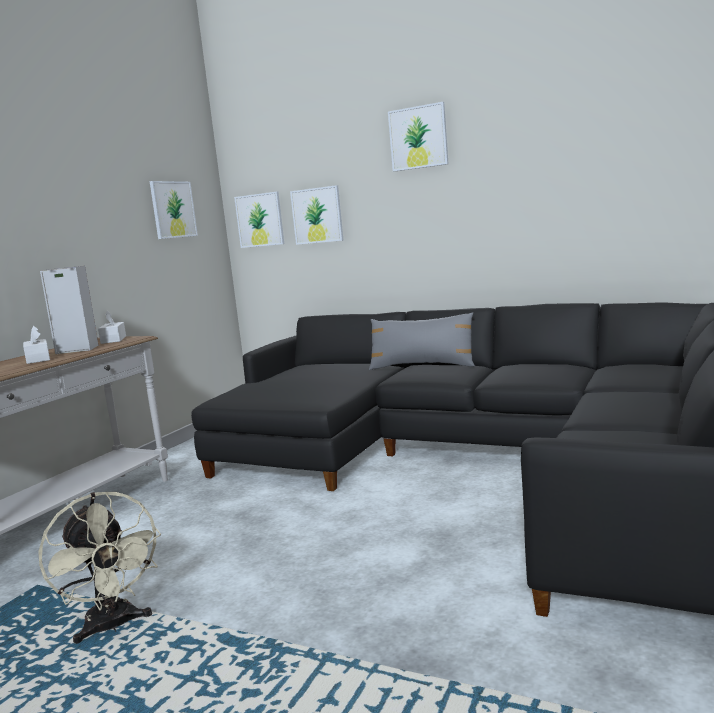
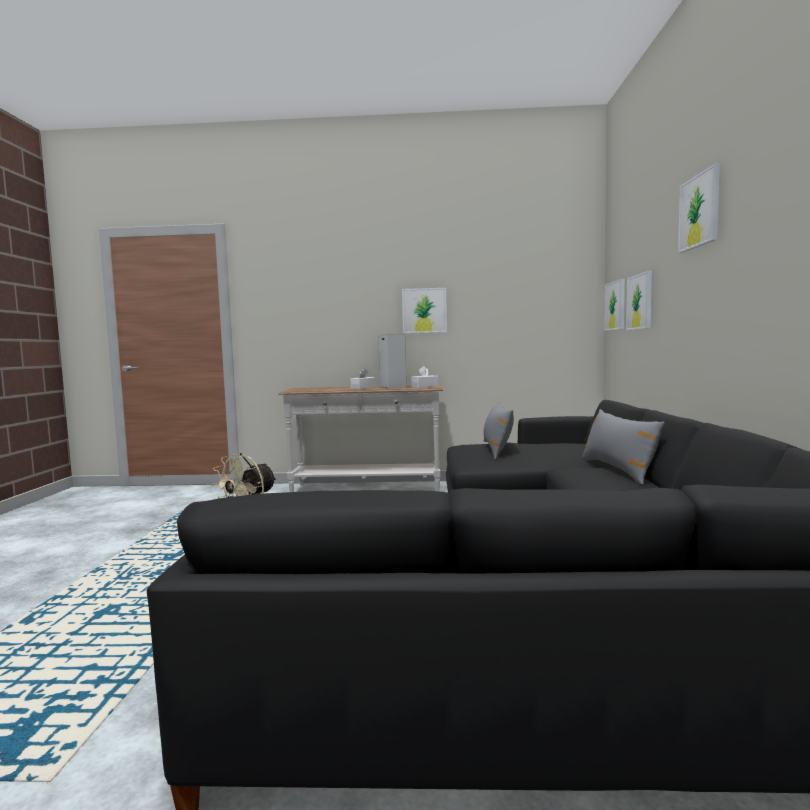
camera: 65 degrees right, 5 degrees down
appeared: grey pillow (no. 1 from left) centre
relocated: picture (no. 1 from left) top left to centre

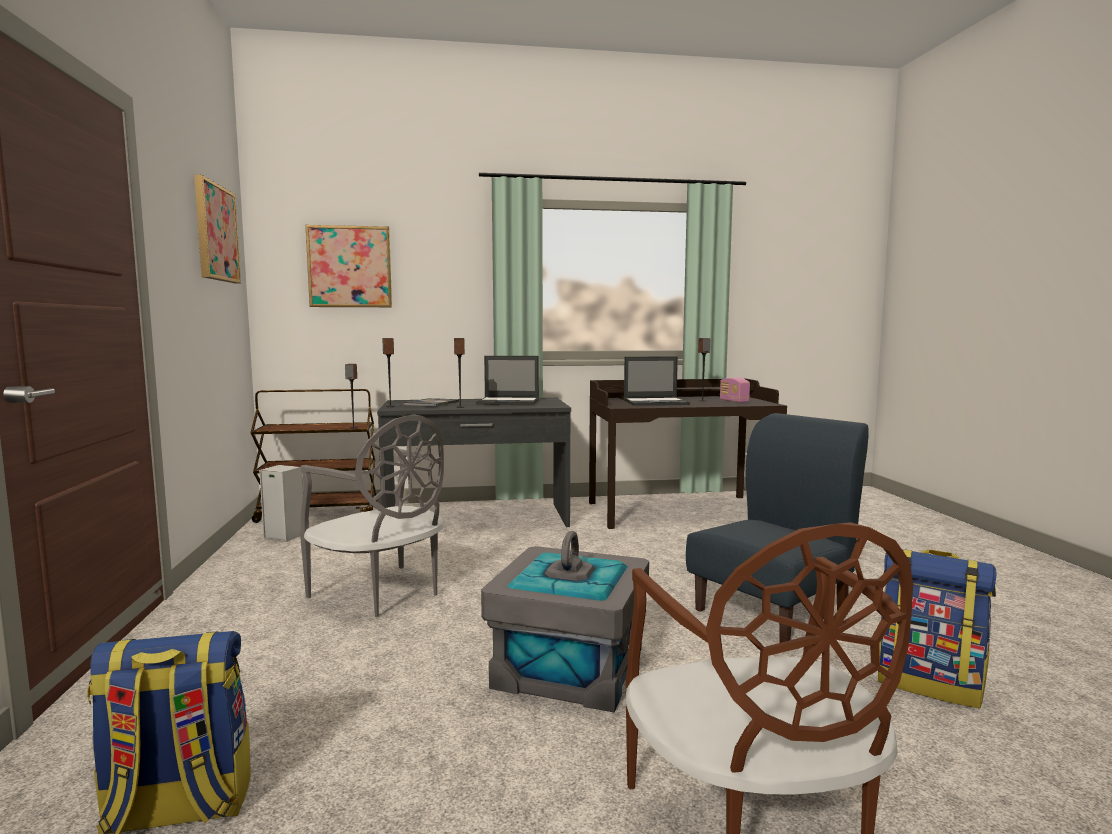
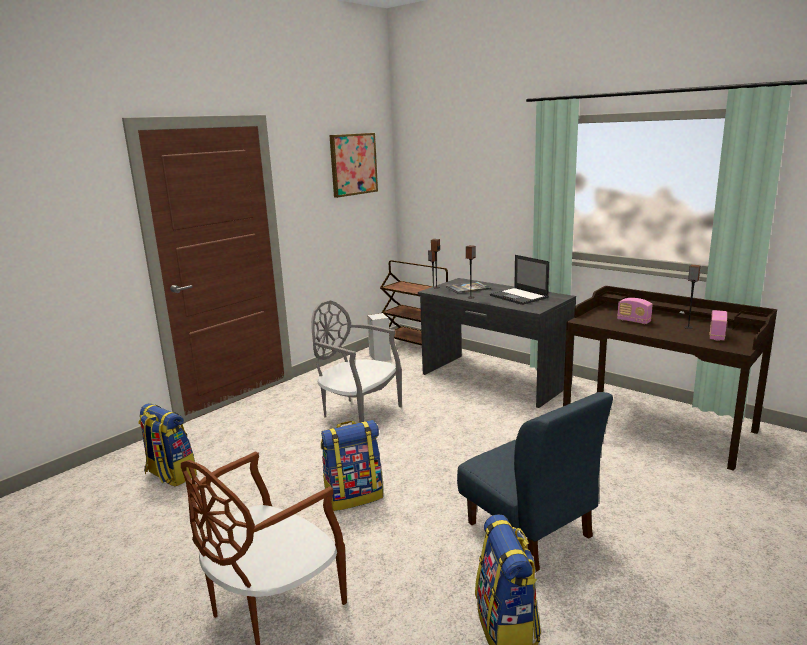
camera: 50 degrees right, 10 degrees up
missing: picture (no. 2 from left) top left
exchanged: laptop (no. 2 from left) centre to radio (no. 1 from left) middle right; grey storage box bottom centre to backpack (no. 2 from left) bottom centre
spun: blue chair middle right = bottom centre 45 degrees clockwise; grey chair centre = centre 120 degrees clockwise

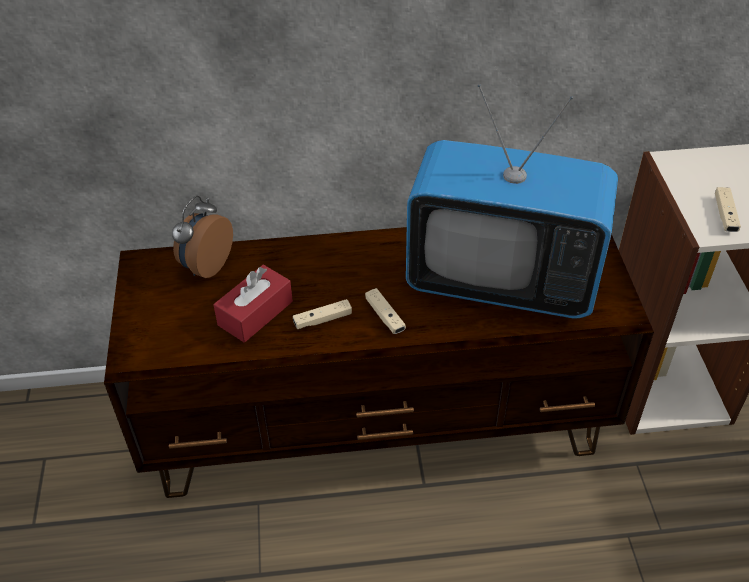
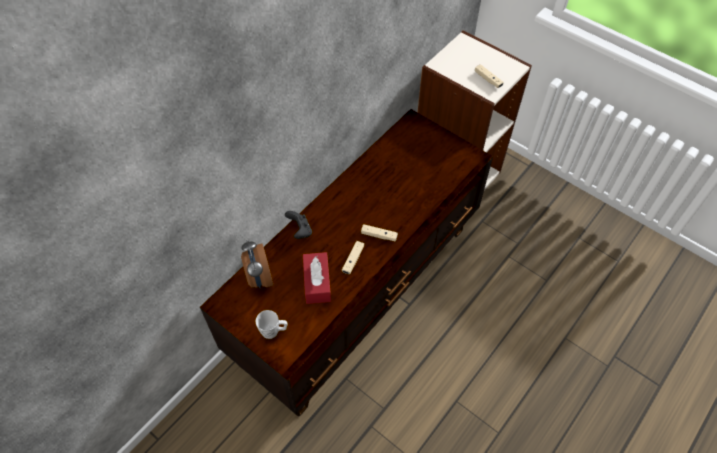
camera: 45 degrees left, 10 degrees up
missing: television middle right
appeared: black game controller centre; white mug bottom centre

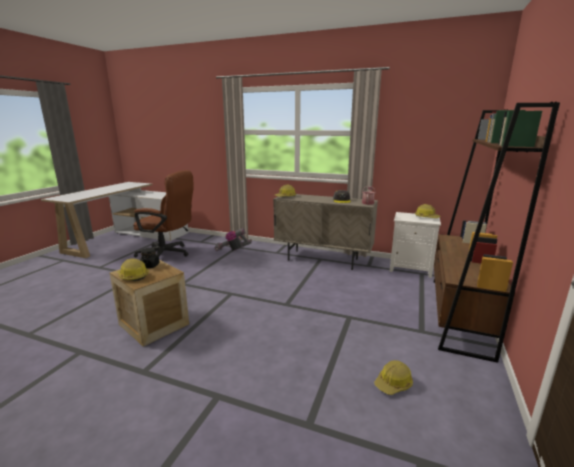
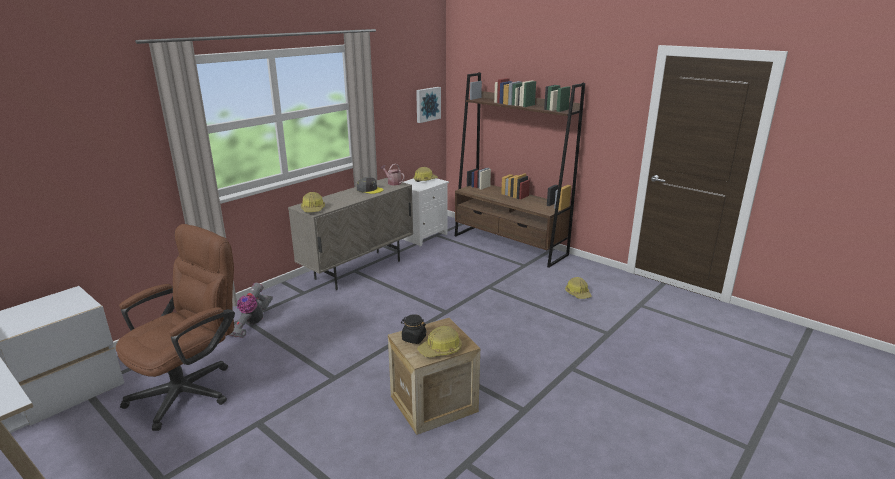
camera: 70 degrees left, 5 degrees up
appeared: picture top centre

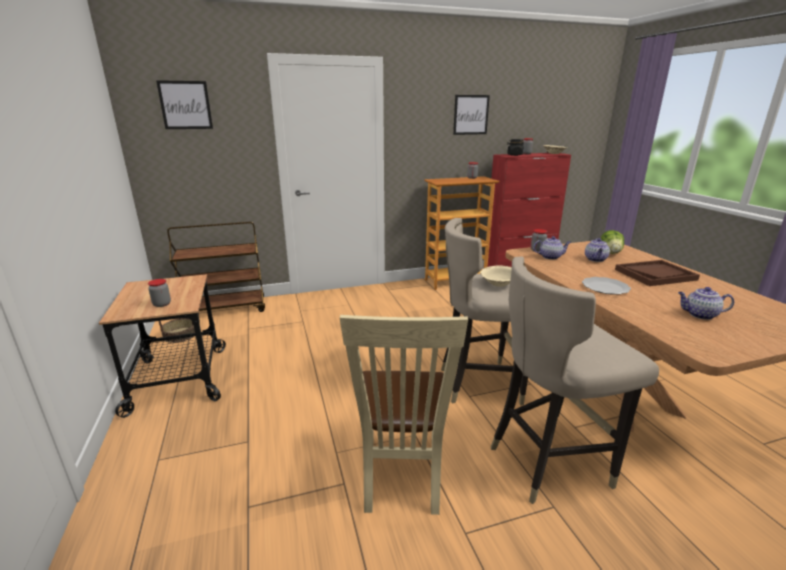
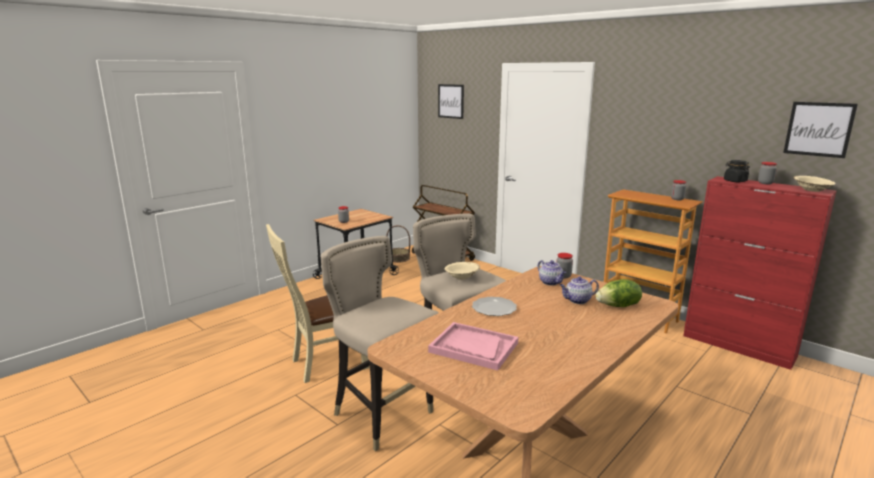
camera: 60 degrees right, 5 degrees down
missing: brown tray middle right
relocated: picture (no. 2 from left) top centre to top right
exchanged: teapot (no. 3 from left) middle right to pink tray bottom centre

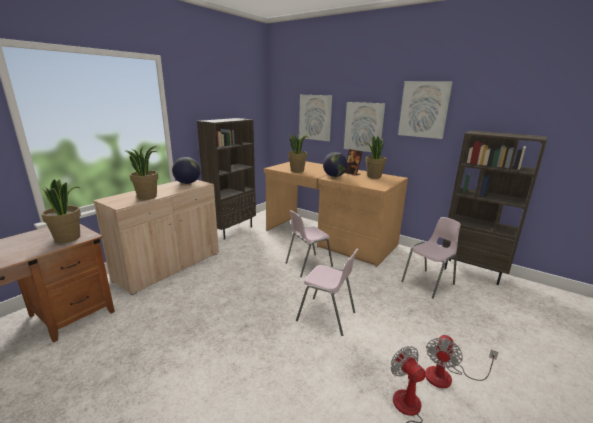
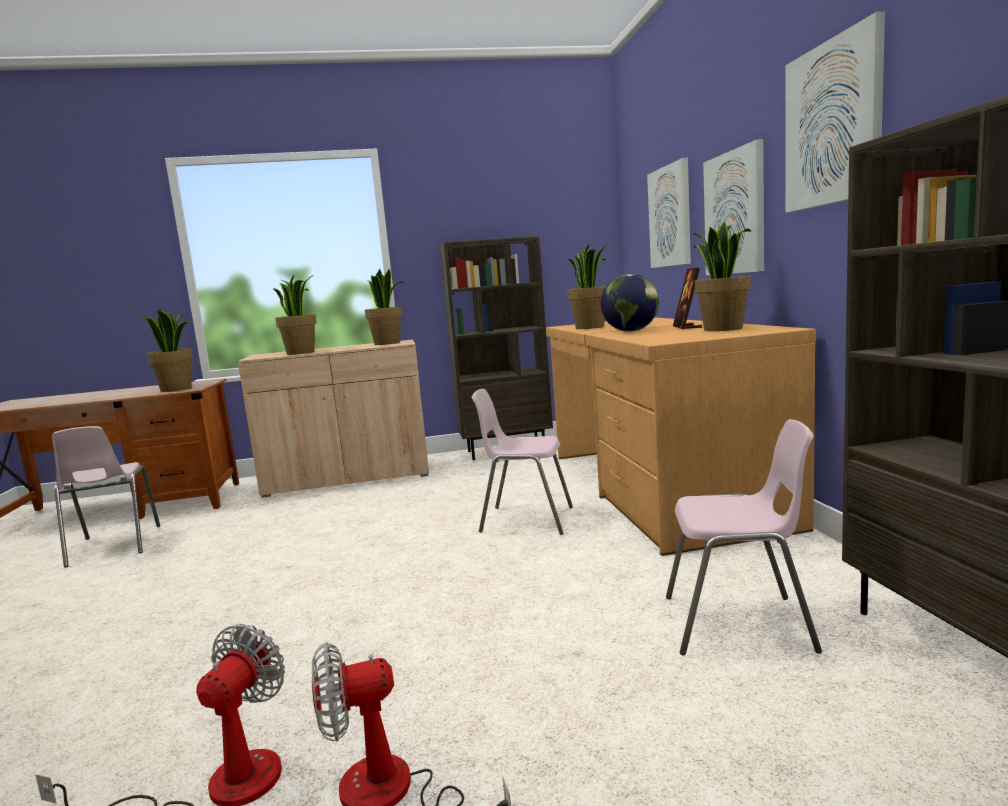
camera: 45 degrees right, 10 degrees down
relocated: pink chair (no. 2 from left in the first image) bottom centre to pink chair (no. 1 from left) middle left
exchanged: globe (no. 1 from left) middle left to potted plant (no. 3 from left) centre

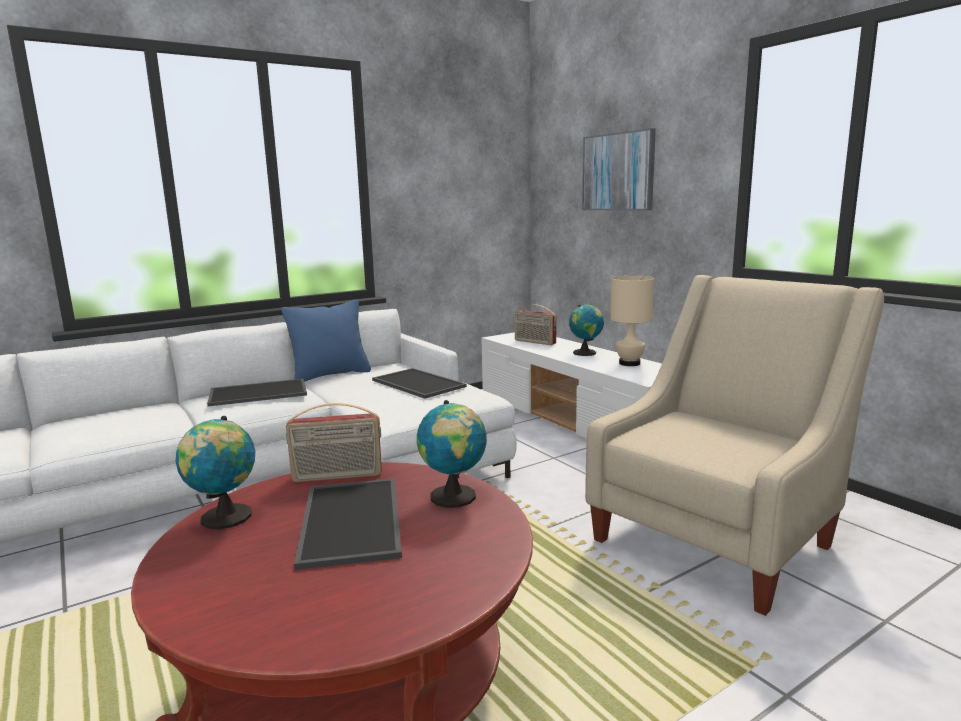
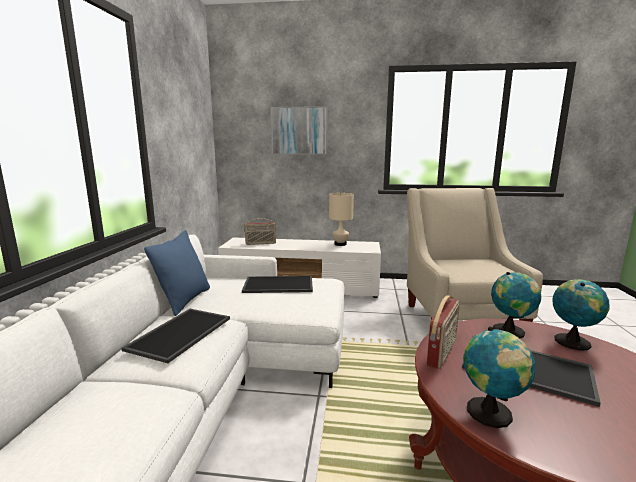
camera: 50 degrees left, 0 degrees up
relocated: globe (no. 3 from left) centre to middle right

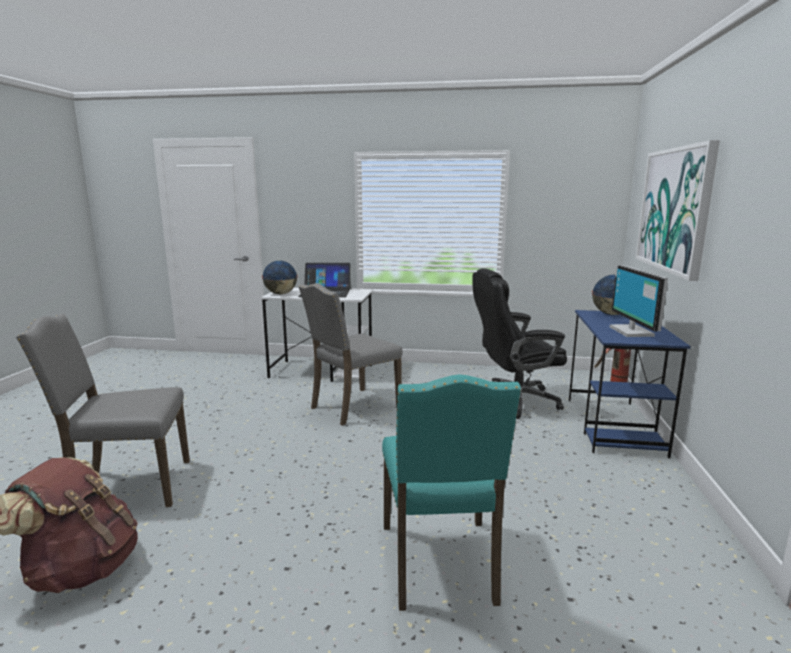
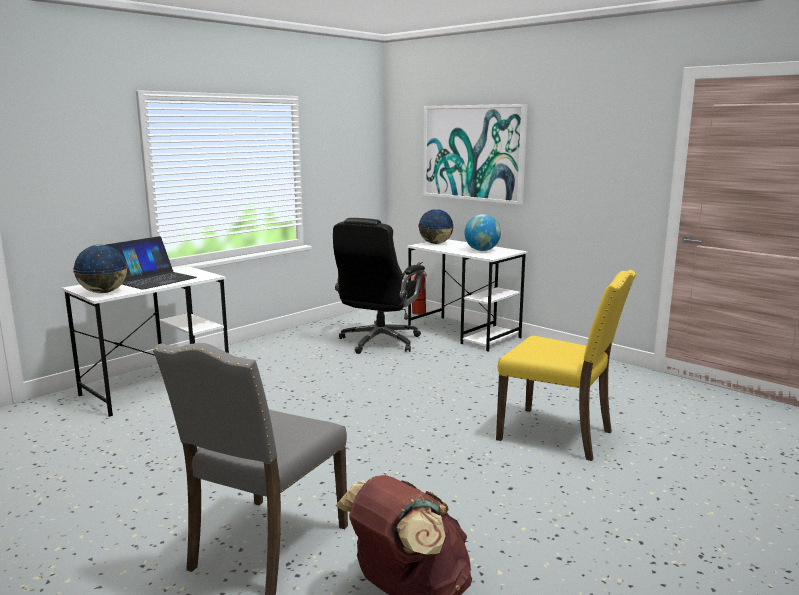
camera: 55 degrees left, 0 degrees up
missing: grey chair (no. 2 from left) centre
exchanged: monitor middle right to globe (no. 3 from left) centre
colour: blue desk middle right to white desk (no. 2 from left) centre; turquoise chair bottom centre to yellow chair middle right

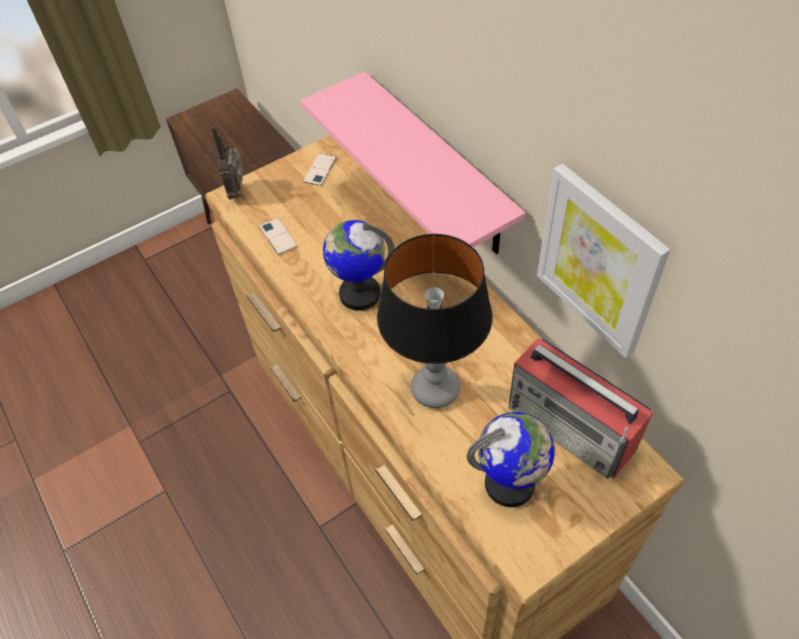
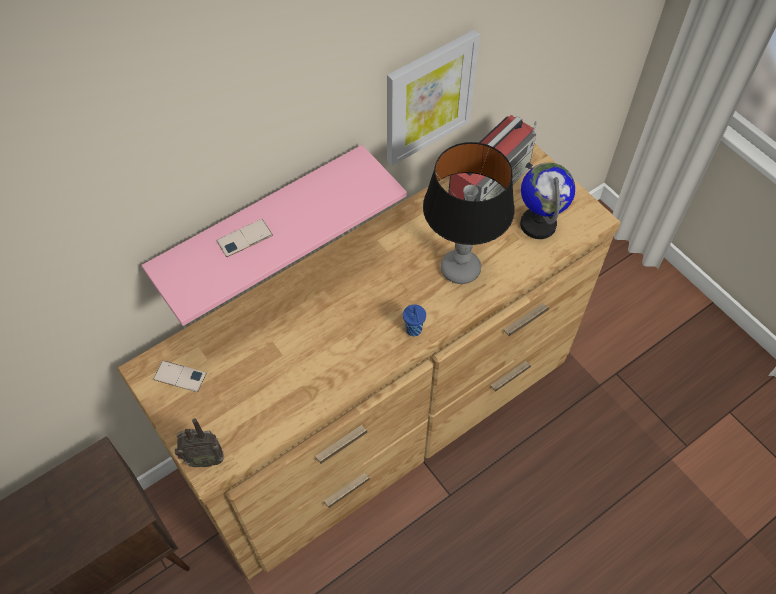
camera: 95 degrees left, 5 degrees up
missing: globe (no. 1 from left) centre
appeared: blue cup centre
relocated: phone (no. 1 from left in the first image) centre to phone (no. 2 from left) middle left

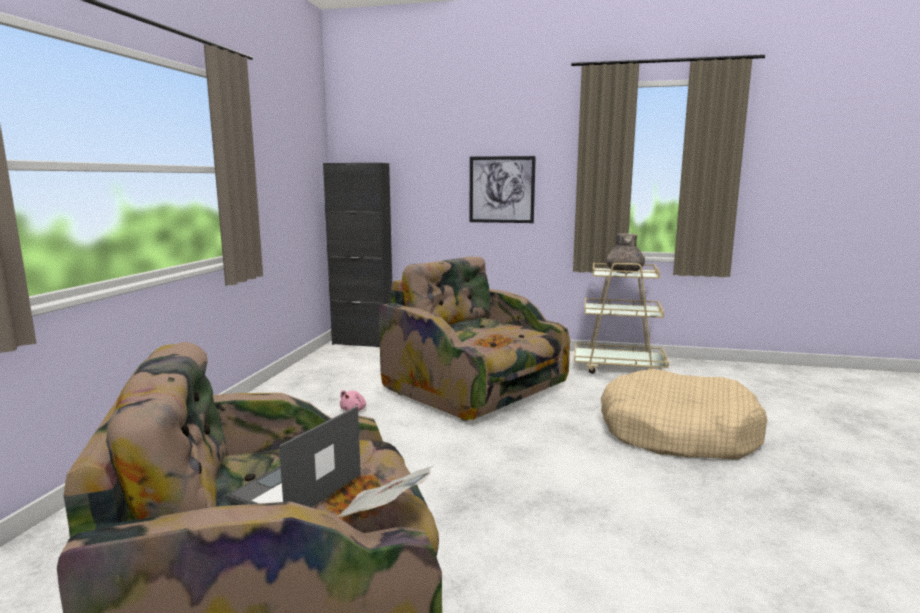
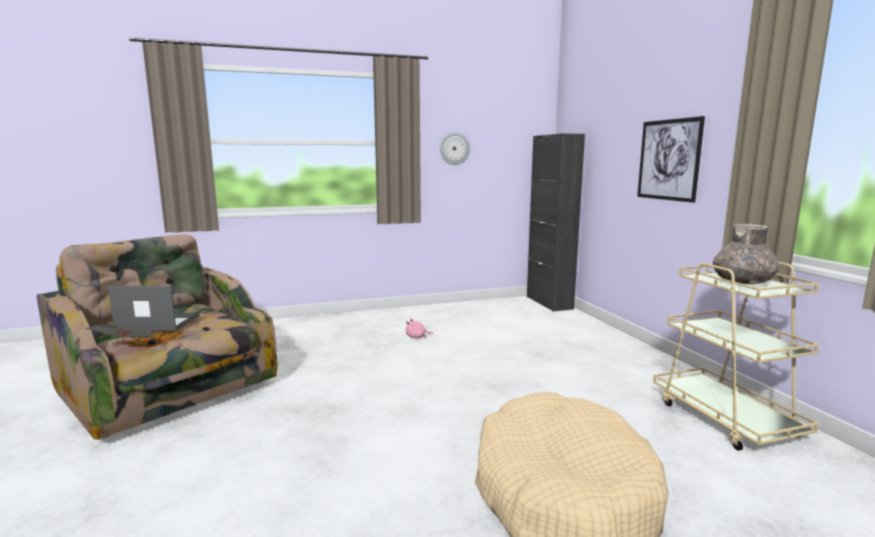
camera: 60 degrees right, 0 degrees up
missing: armchair (no. 2 from left) centre
appeared: wall clock top centre

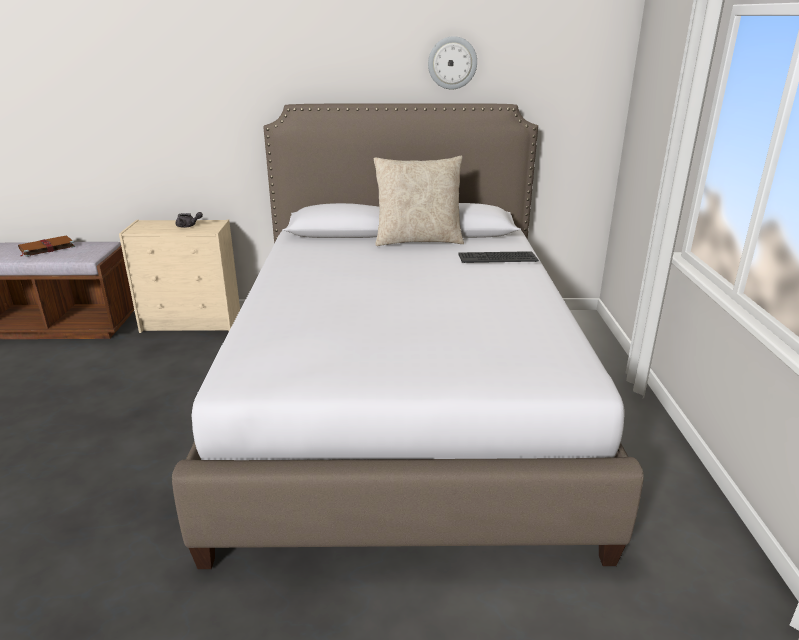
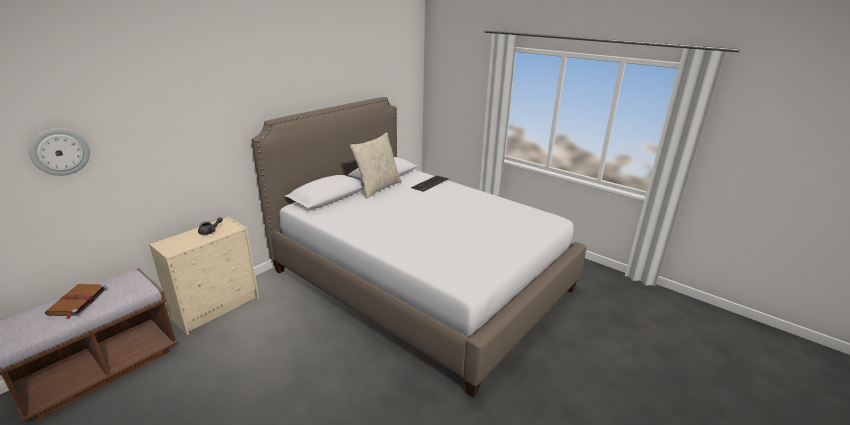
camera: 50 degrees left, 0 degrees up
relocated: wall clock top centre to middle left

